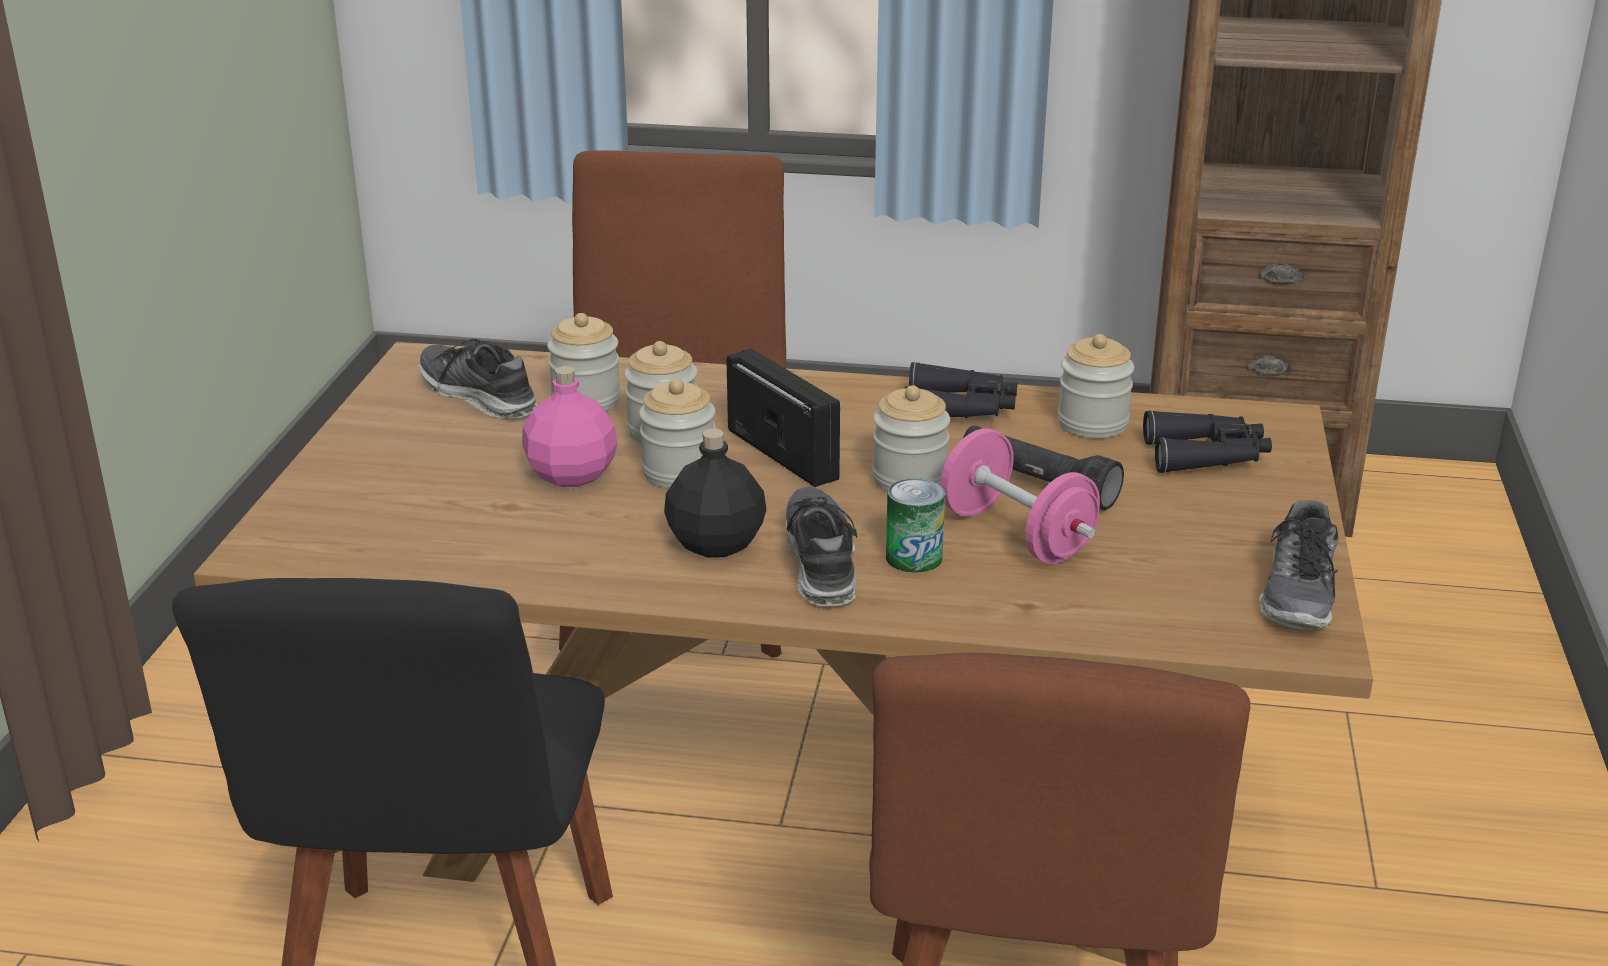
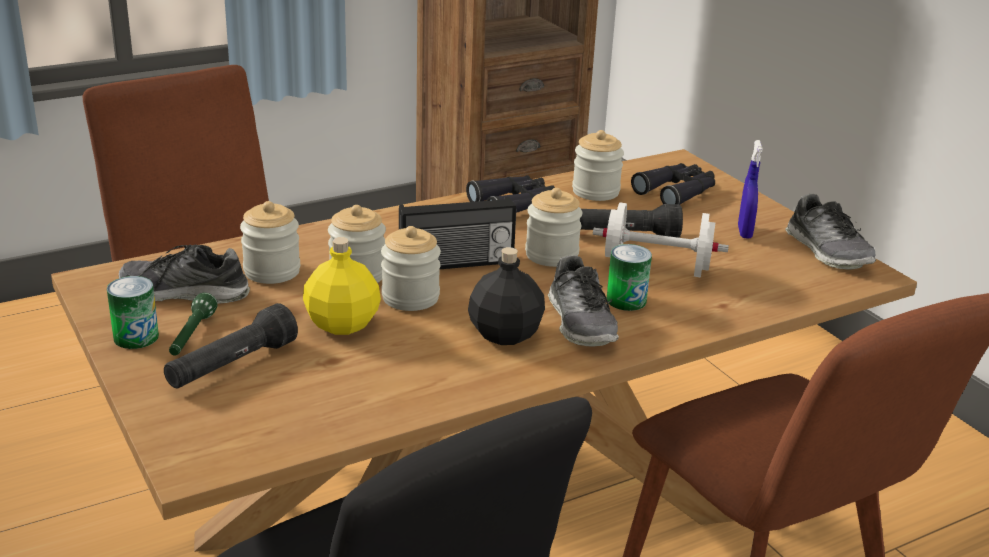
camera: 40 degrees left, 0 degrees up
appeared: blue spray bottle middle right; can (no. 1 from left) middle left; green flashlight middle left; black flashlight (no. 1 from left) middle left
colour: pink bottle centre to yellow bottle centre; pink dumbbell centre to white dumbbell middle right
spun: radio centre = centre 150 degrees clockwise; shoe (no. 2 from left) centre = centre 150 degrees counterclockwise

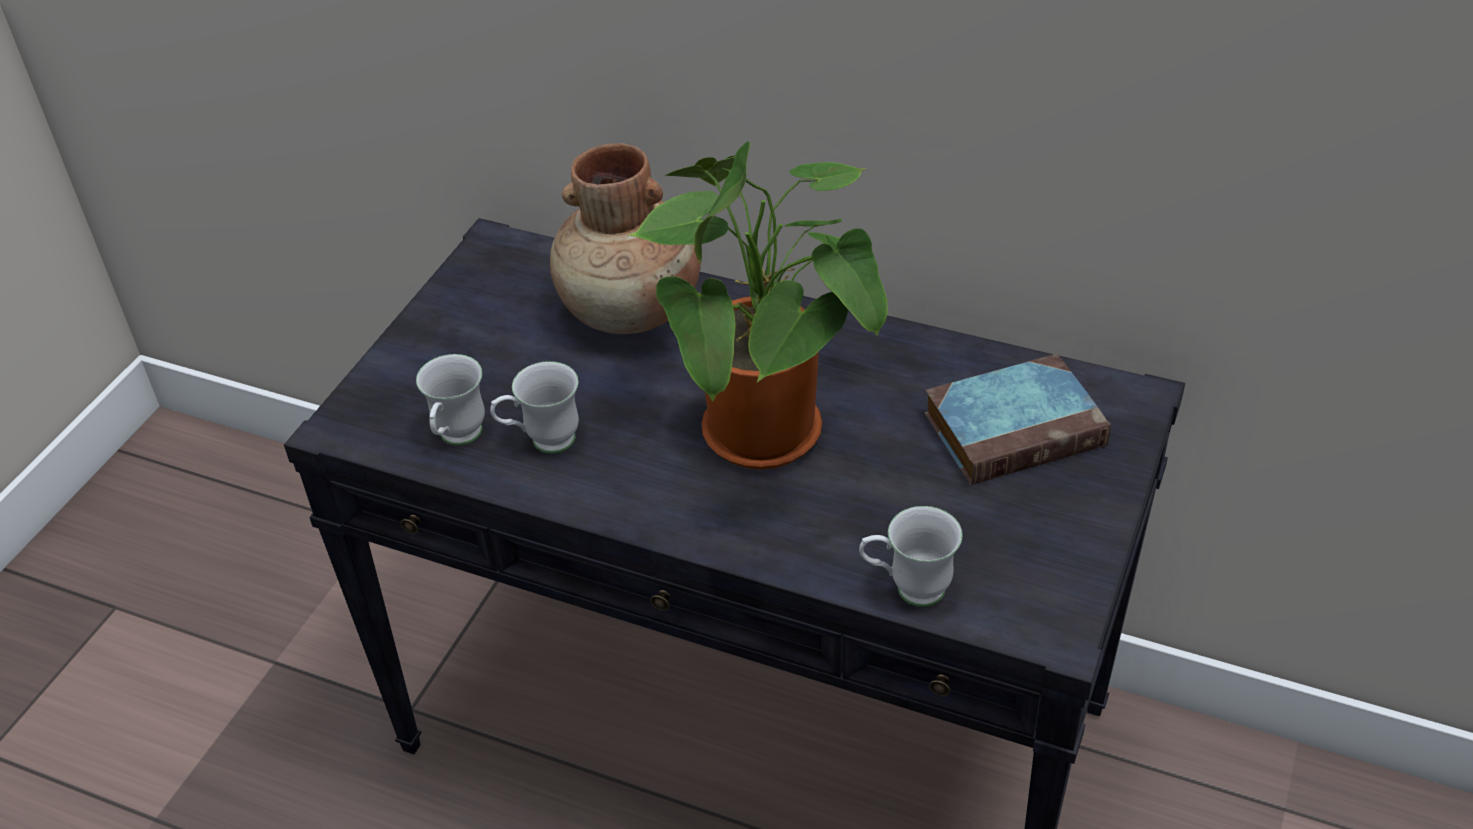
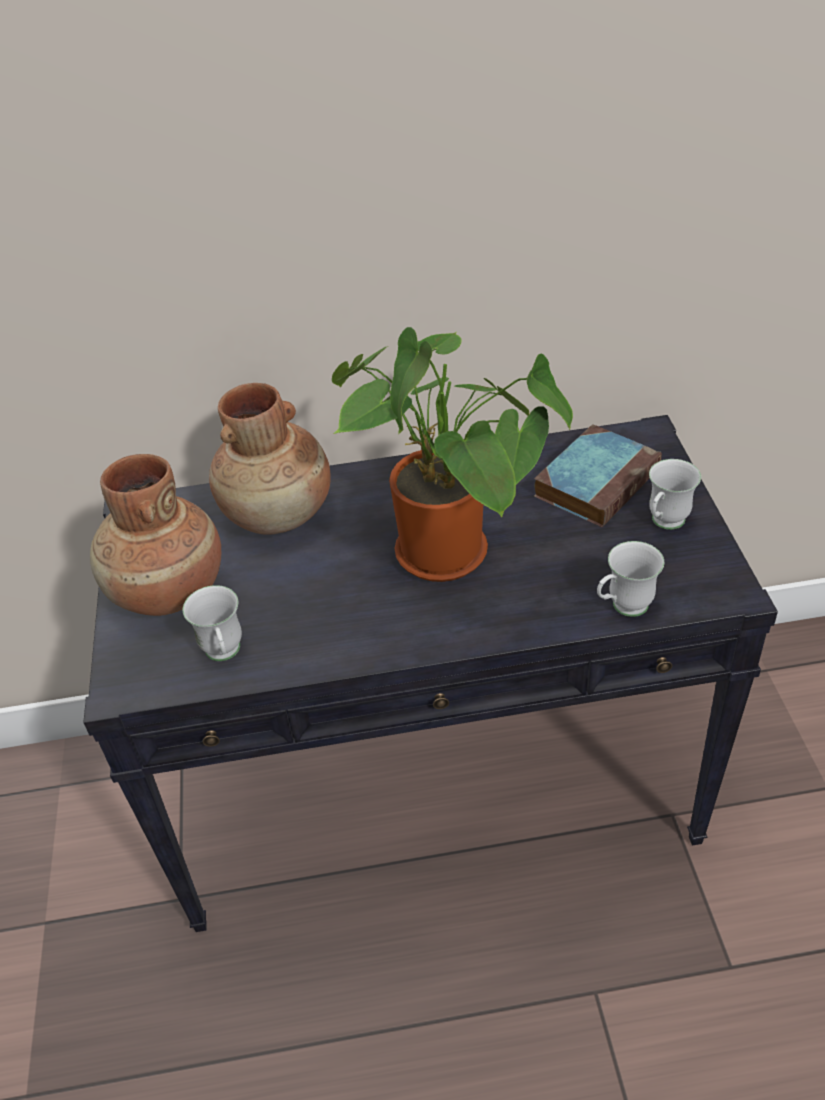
camera: 30 degrees left, 0 degrees up
appeared: brown vase (no. 1 from left) middle left
relocated: white mug (no. 2 from left in the first image) centre to white mug (no. 3 from left) middle right

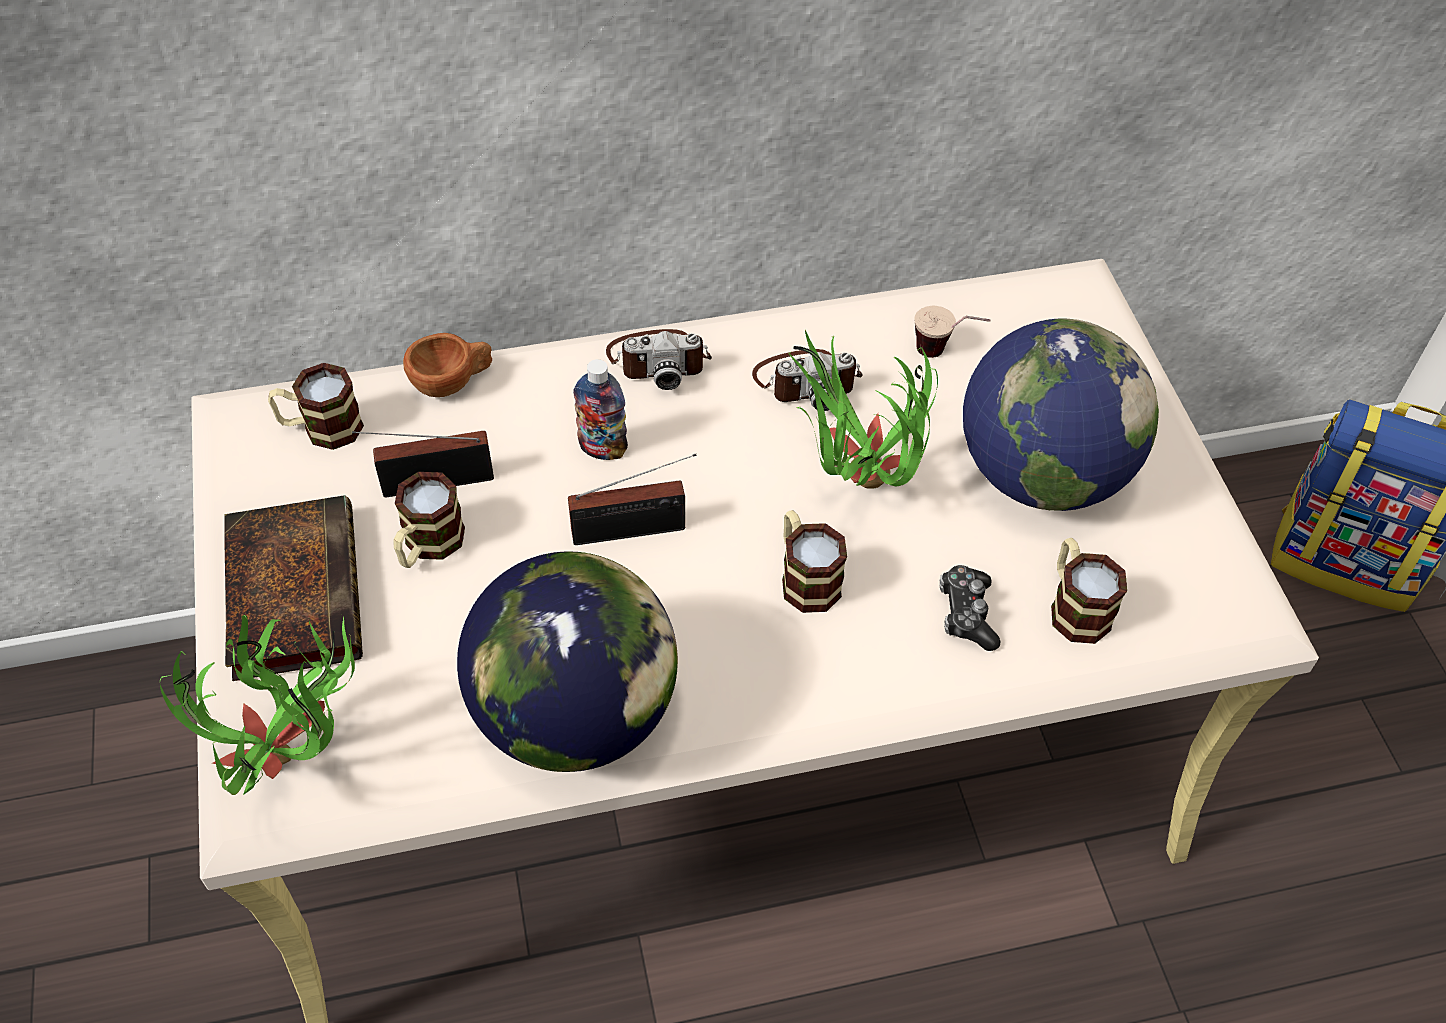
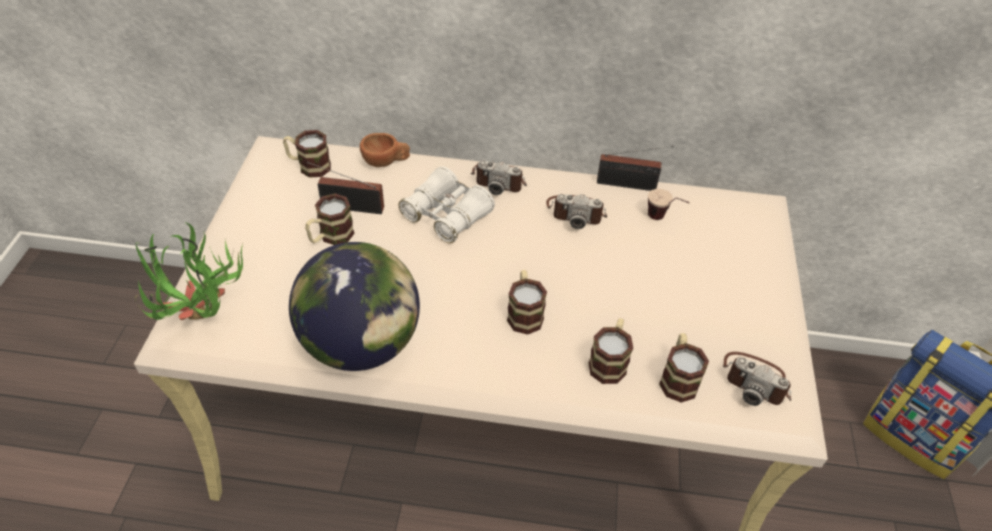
camera: 20 degrees right, 5 degrees down
missing: globe (no. 2 from left) middle right; potted plant (no. 2 from left) centre; book middle left
appeared: photo camera (no. 3 from left) bottom right
relocated: radio (no. 2 from left) centre to top centre
exchanged: bottle centre to white binoculars centre; game controller middle right to mug (no. 4 from left) centre

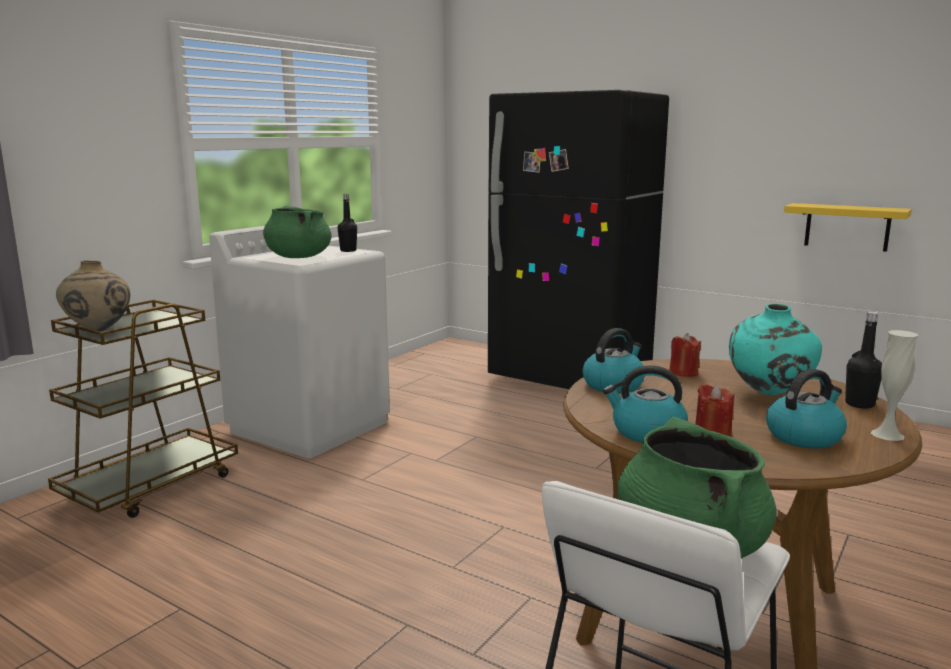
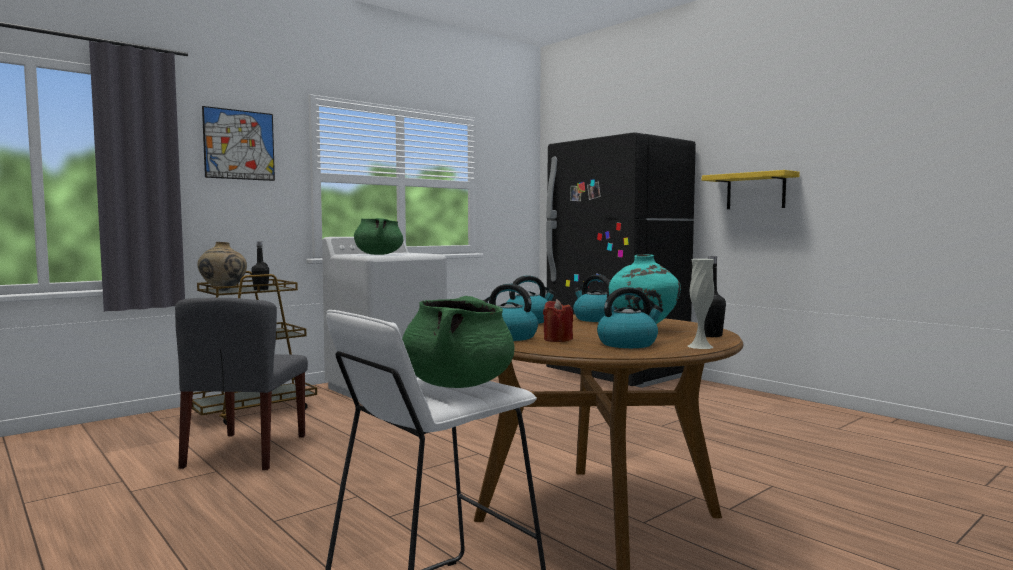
camera: 15 degrees right, 10 degrees down
appeared: picture top left; grey chair bottom left
relocated: black bottle (no. 1 from left) centre to middle left; yellow shelf middle right to top right
exchanged: red candle (no. 1 from left) middle right to kettle (no. 3 from left) centre

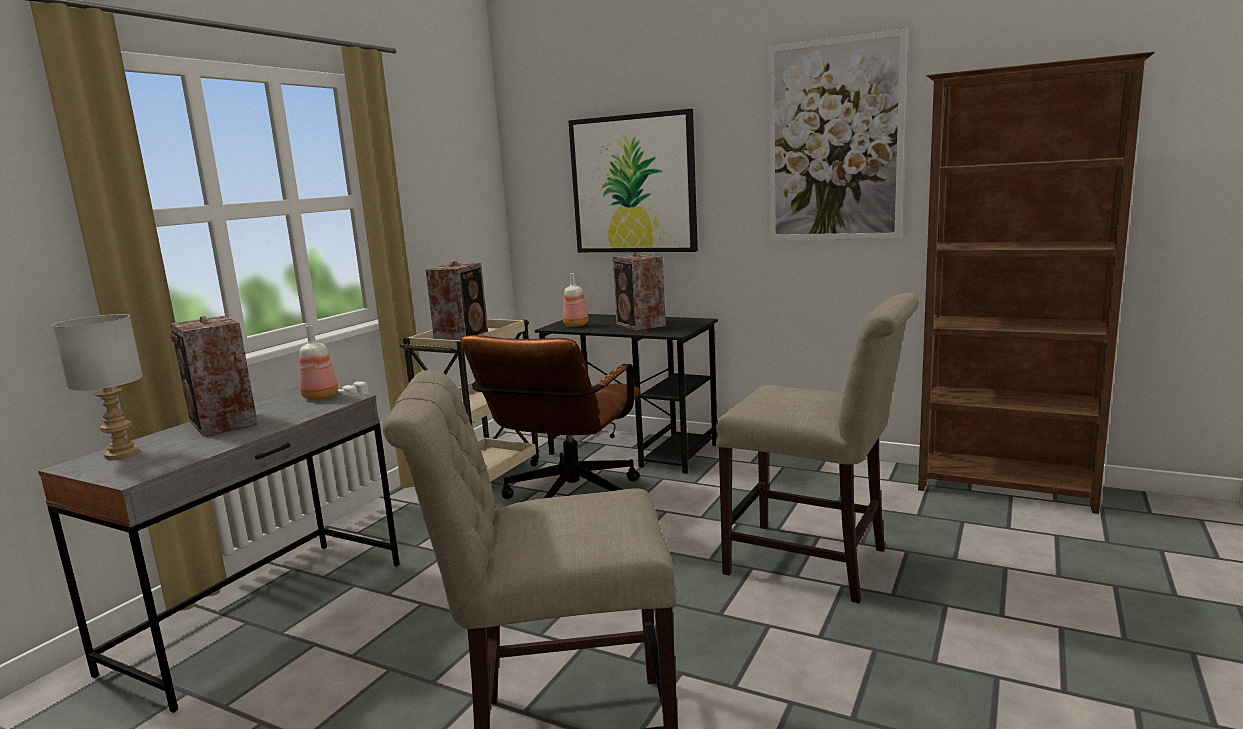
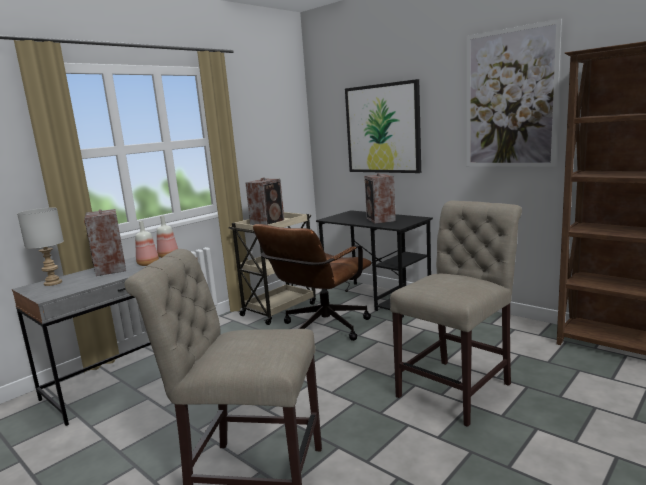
camera: 15 degrees right, 0 degrees up
relocated: bottle (no. 2 from left in the first image) centre to bottle (no. 1 from left) middle left
spun: beige chair (no. 2 from left) centre = middle right 90 degrees counterclockwise

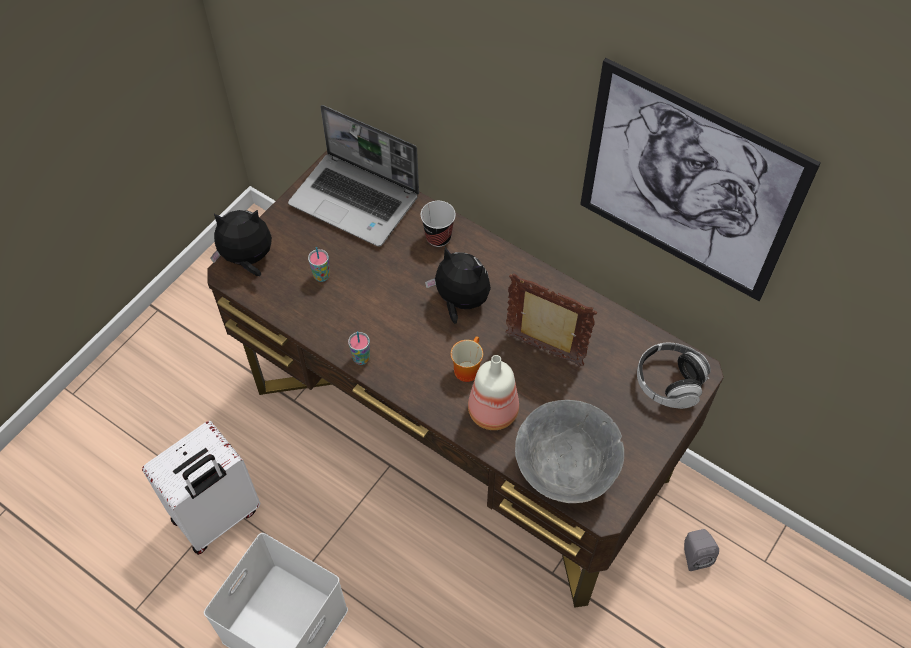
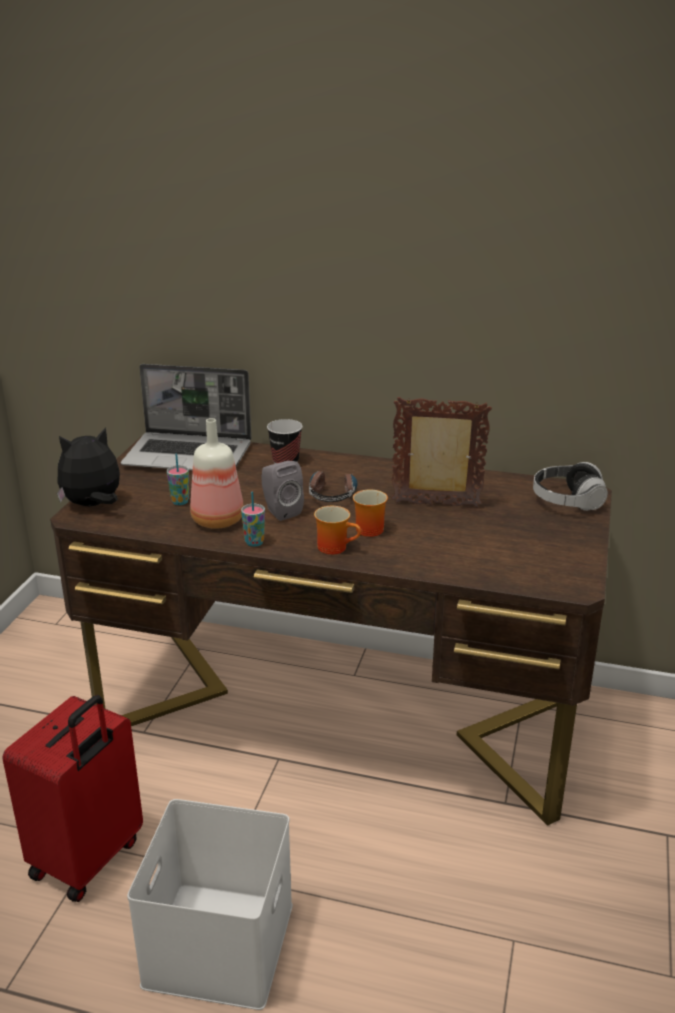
camera: 20 degrees left, 30 degrees down
missing: picture top right; grey bowl bottom centre
appeared: mug (no. 1 from left) centre
relocated: bottle centre to middle left; grey speaker bottom right to centre
exchanged: plush toy (no. 2 from left) centre to headphones (no. 1 from left) centre
colour: white suitcase bottom left to red suitcase bottom left

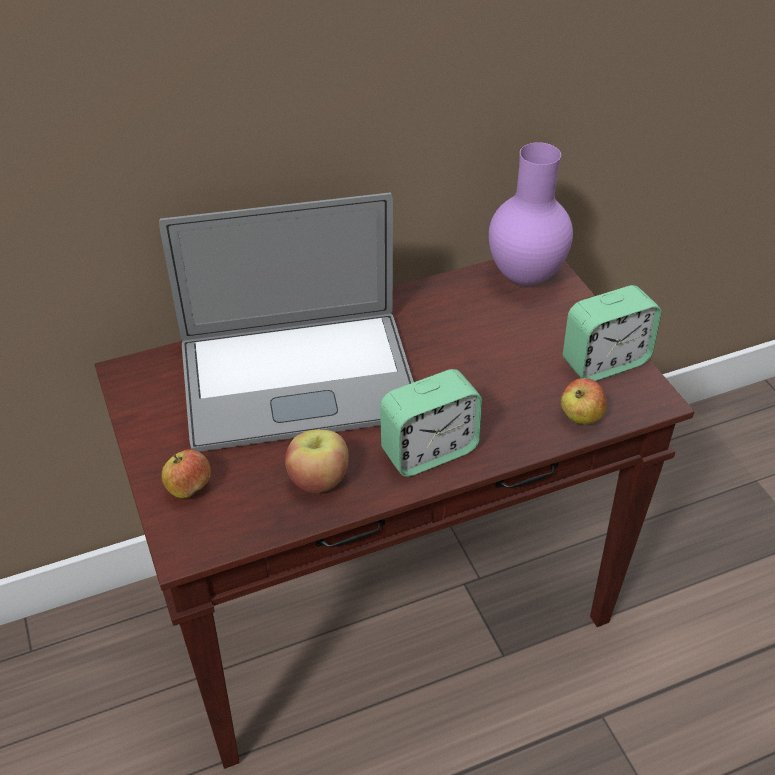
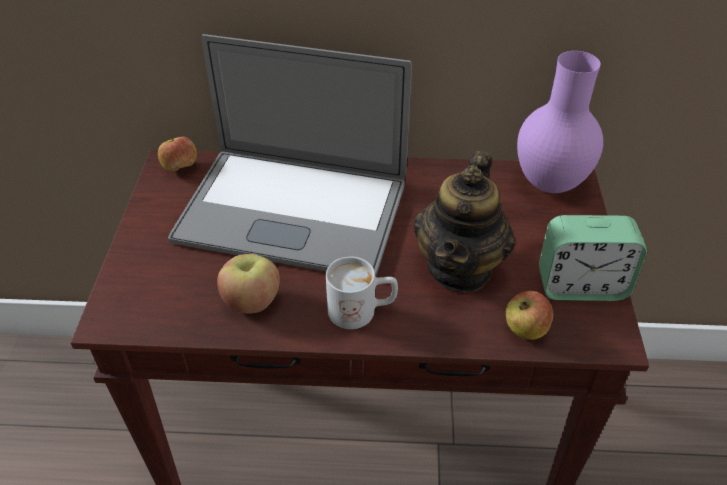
camera: 25 degrees right, 0 degrees up
appeared: teapot centre
relocated: apple (no. 1 from left) middle left to top left
exchanged: alarm clock (no. 1 from left) centre to white mug centre

